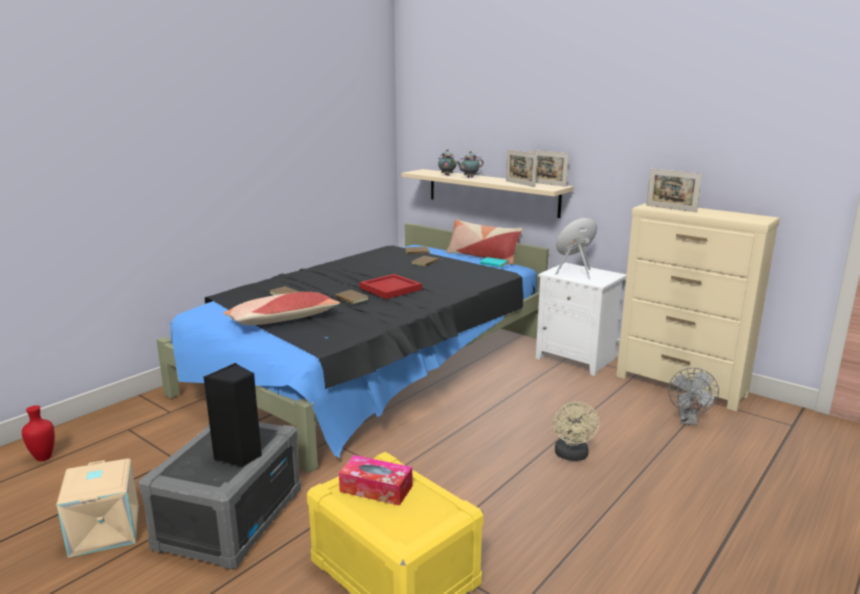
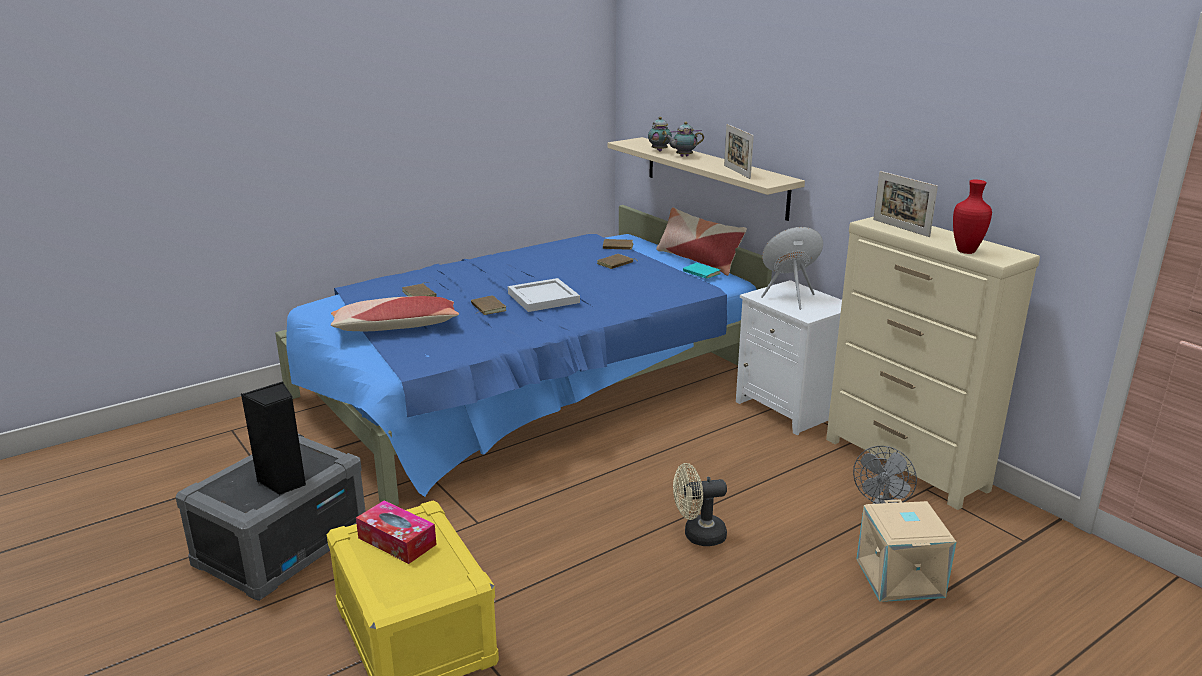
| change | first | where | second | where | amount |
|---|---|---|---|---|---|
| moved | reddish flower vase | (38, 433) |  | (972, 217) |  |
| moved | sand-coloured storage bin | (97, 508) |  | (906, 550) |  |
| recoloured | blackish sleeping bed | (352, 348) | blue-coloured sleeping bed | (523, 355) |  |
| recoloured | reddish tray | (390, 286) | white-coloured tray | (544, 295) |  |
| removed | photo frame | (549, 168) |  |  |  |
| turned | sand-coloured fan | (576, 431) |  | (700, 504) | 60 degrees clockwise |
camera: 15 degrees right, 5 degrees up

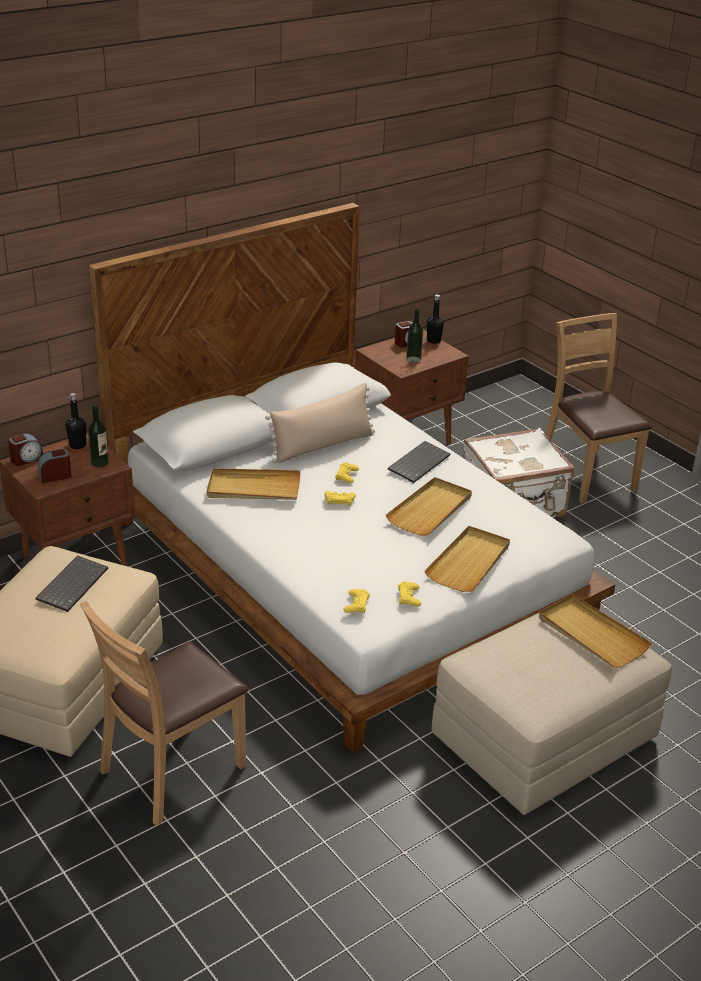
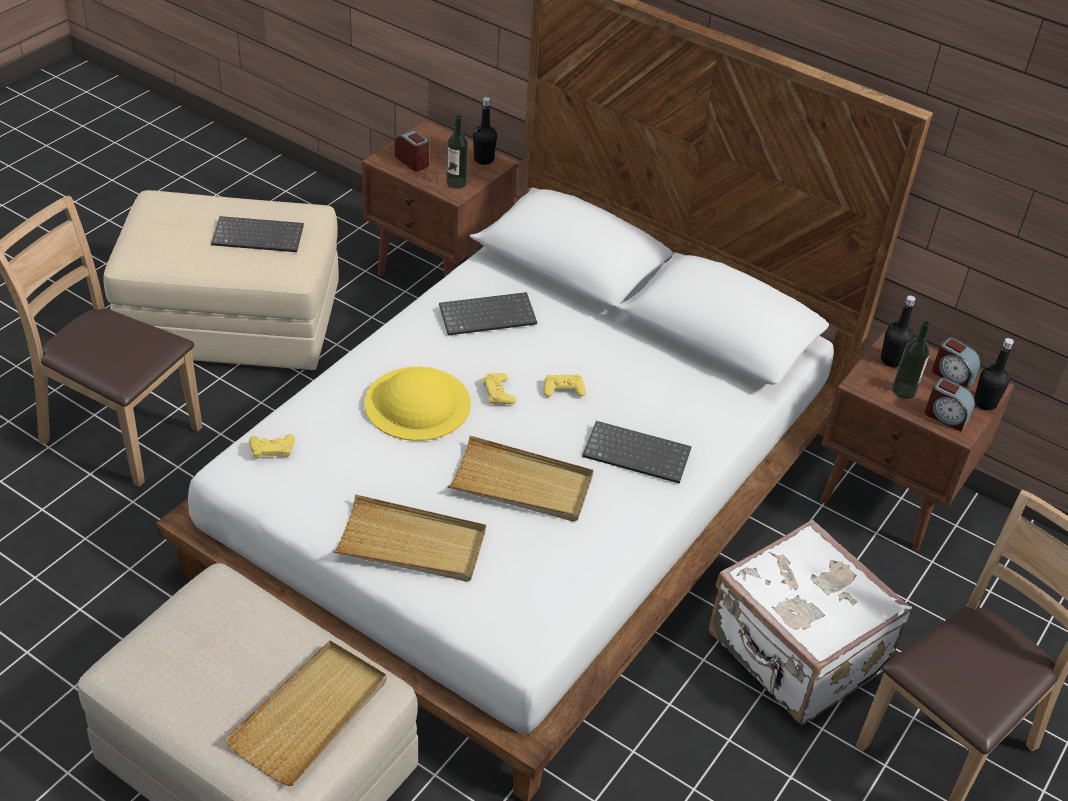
| change | first | where | second | where | amount |
|---|---|---|---|---|---|
| moved | alarm clock | (25, 449) |  | (950, 404) |  |
| replaced | sand-coloured tray | (254, 484) | keyboard | (488, 314) |  |
| removed | sand-coloured throw pillow | (320, 423) |  |  |  |
| removed | yellow game controller | (409, 594) |  |  |  |
| added |  |  | yellow clothing hat | (417, 404) |  |
| added |  |  | blackish bottle | (898, 331) |  |
camera: 70 degrees right, 10 degrees up

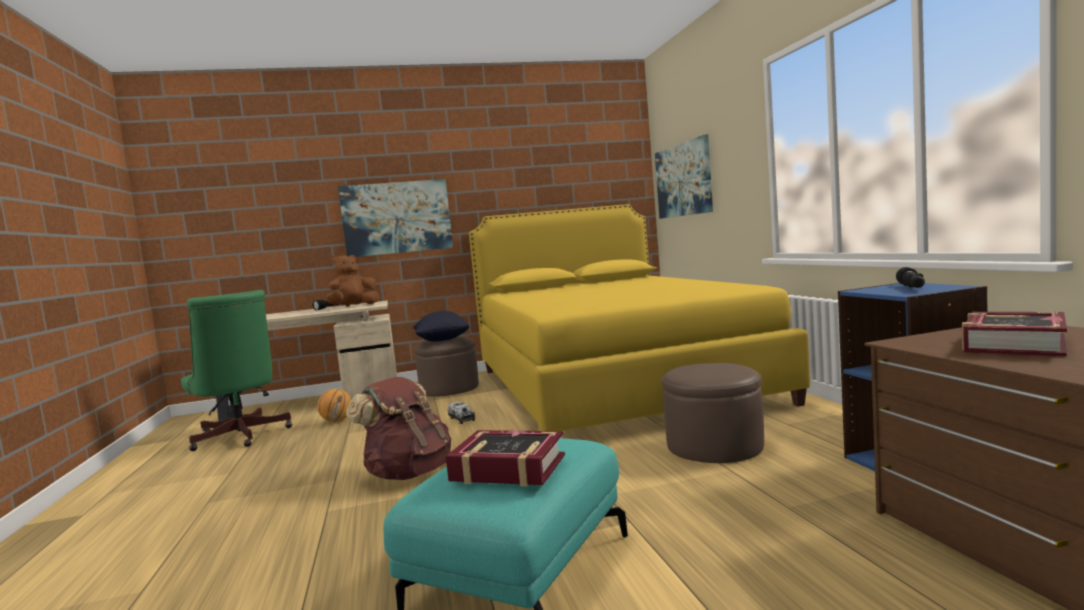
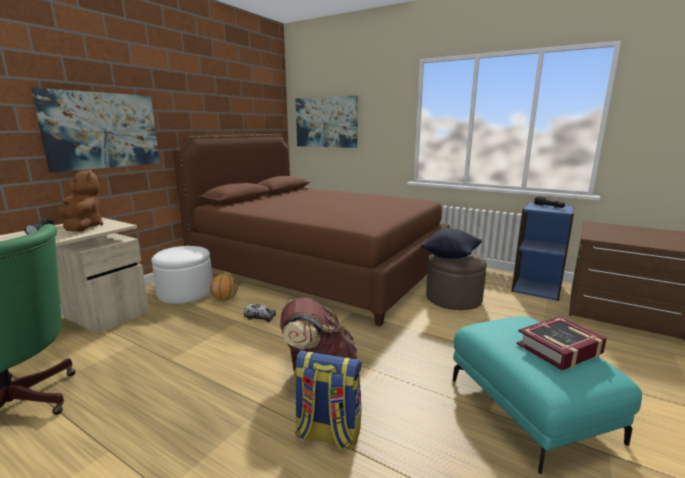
| change | first | where | second | where | amount |
|---|---|---|---|---|---|
| moved | ball for basketball | (334, 405) |  | (224, 287) |  |
| turned | brown-coloured cuddly toy | (353, 280) |  | (80, 200) | 135 degrees clockwise |
| moved | blackish throw pillow | (441, 326) |  | (451, 243) |  |
| recoloured | brown-coloured pouffe | (446, 367) | white-coloured pouffe | (182, 275) |  |
| recoloured | yellow sleeping bed | (639, 317) | brown-coloured sleeping bed | (311, 230) |  |
| removed | bound book | (1014, 334) |  |  |  |
| added |  |  | rucksack | (328, 400) |  |
camera: 45 degrees left, 10 degrees up

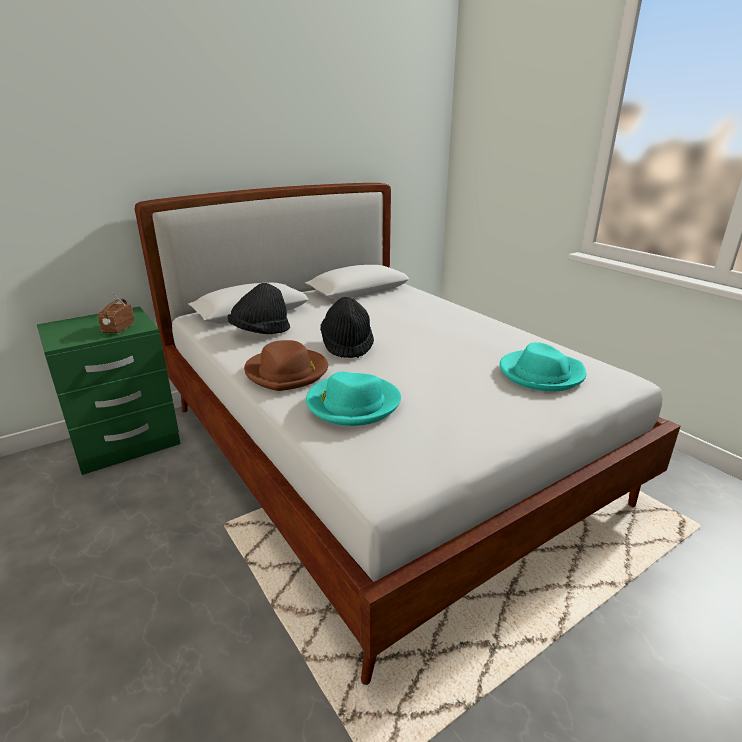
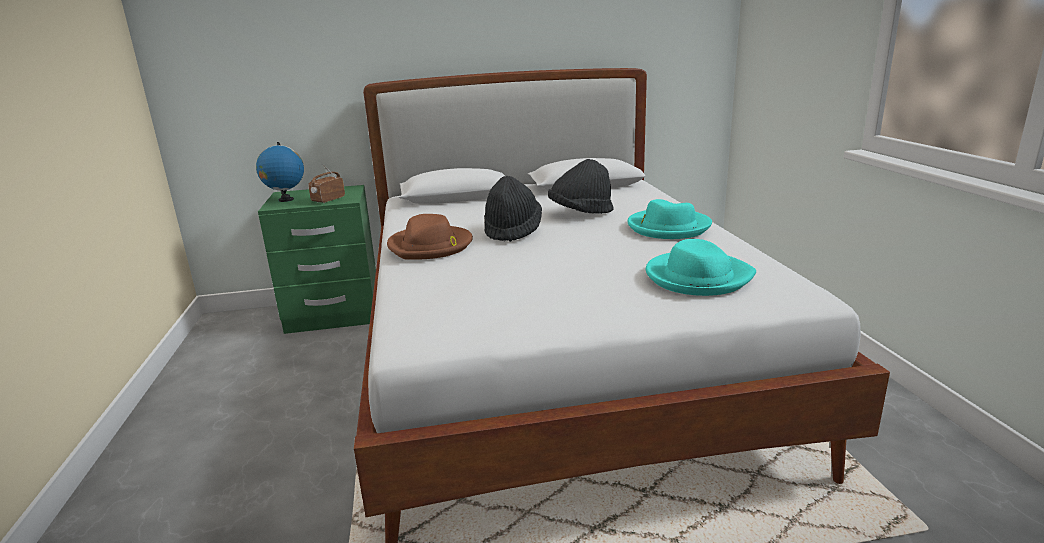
| change | first | where | second | where | amount |
|---|---|---|---|---|---|
| moved | blackish clothing hat | (259, 308) |  | (581, 186) |  |
| moved | turquoise-coloured clothing hat | (353, 399) |  | (669, 219) |  |
| added |  |  | world globe | (280, 172) |  |
camera: 25 degrees right, 5 degrees down

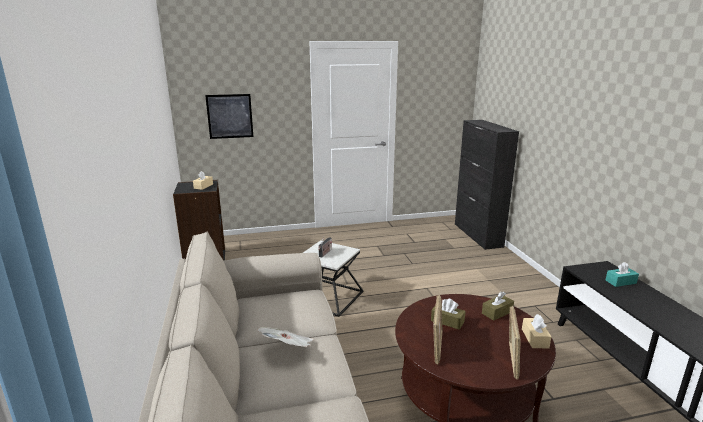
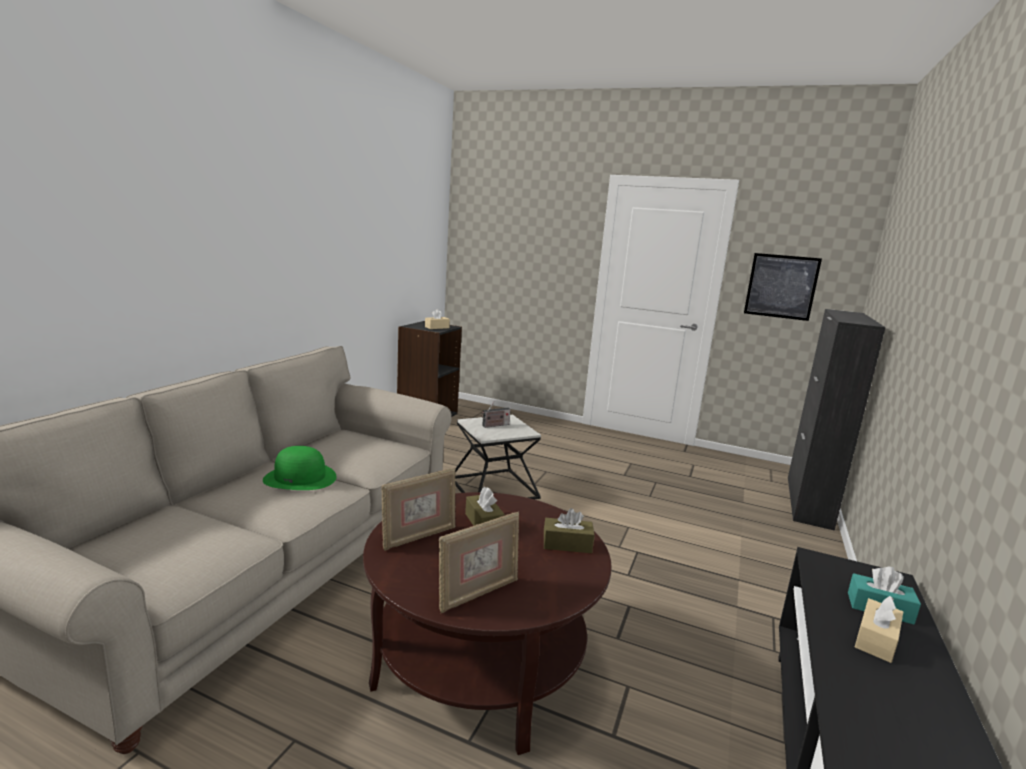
| change | first | where | second | where | amount |
|---|---|---|---|---|---|
| moved | wall picture | (229, 116) |  | (783, 287) |  |
| replaced | printed paper | (286, 337) | greenish clothing hat | (300, 468) |  |
| moved | sand-coloured box of tissues | (536, 331) |  | (879, 629) |  |
camera: 35 degrees right, 5 degrees down

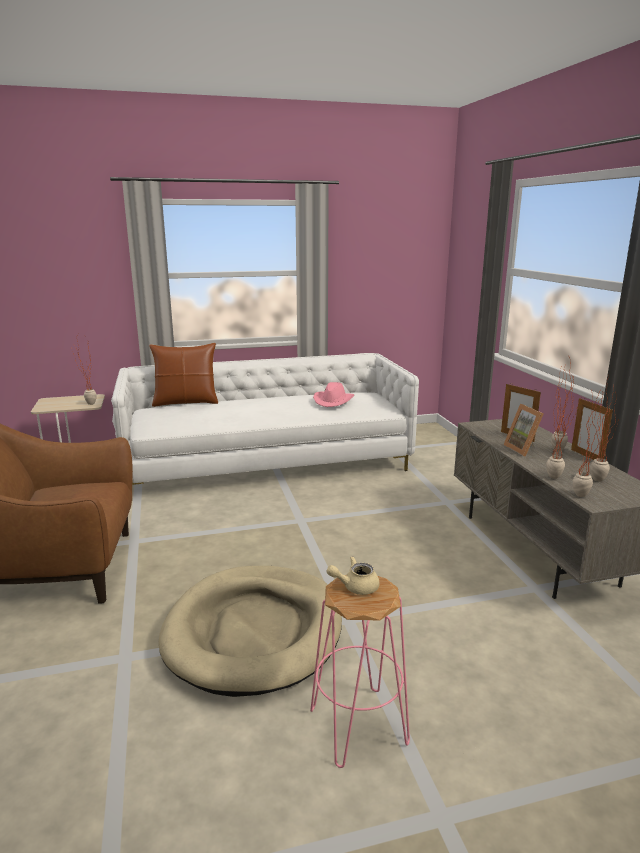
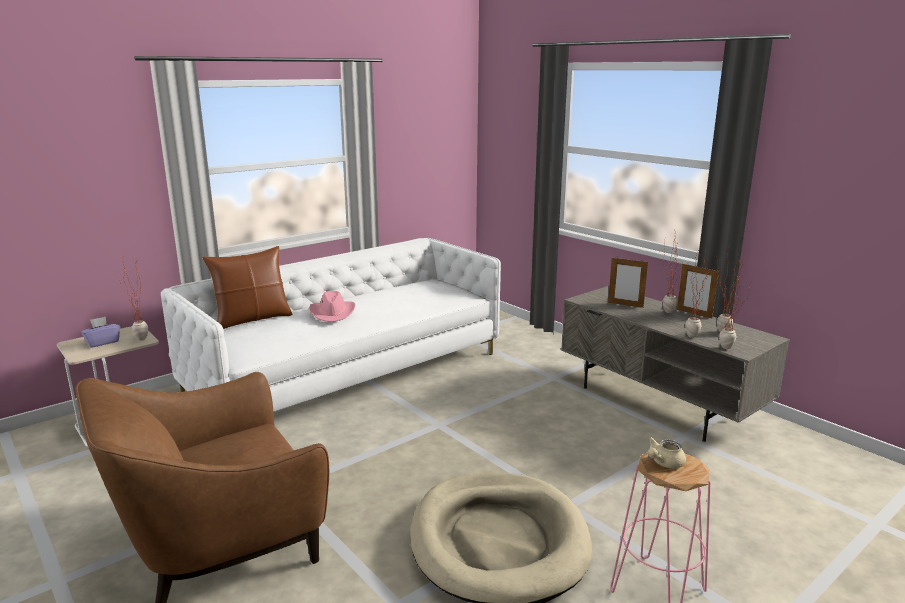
| change | first | where | second | where | amount |
|---|---|---|---|---|---|
| moved | pinkish clothing hat | (333, 394) |  | (332, 306) |  |
| removed | photo frame | (523, 430) |  |  |  |
| added |  |  | purple box of tissues | (100, 332) |  |
camera: 25 degrees left, 0 degrees up

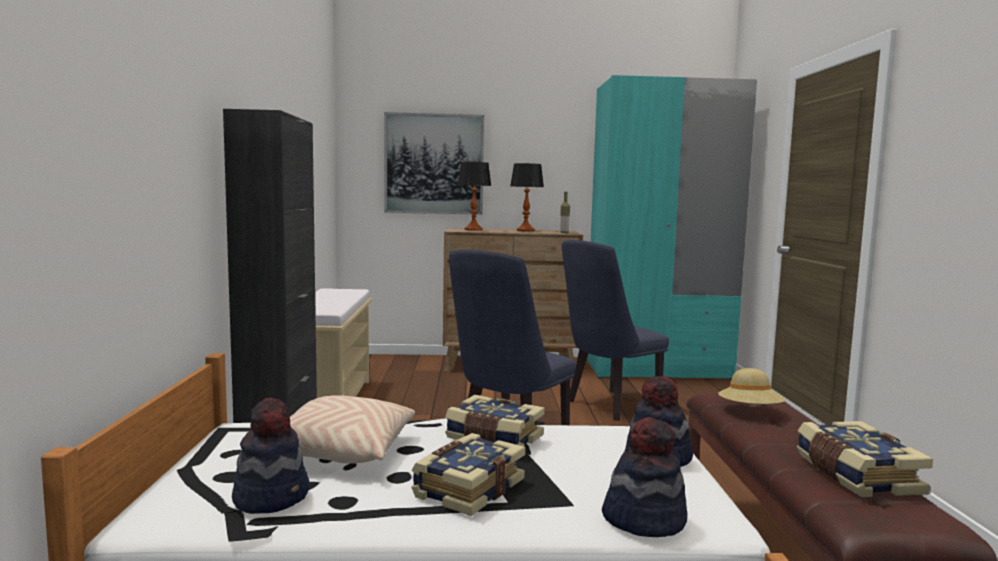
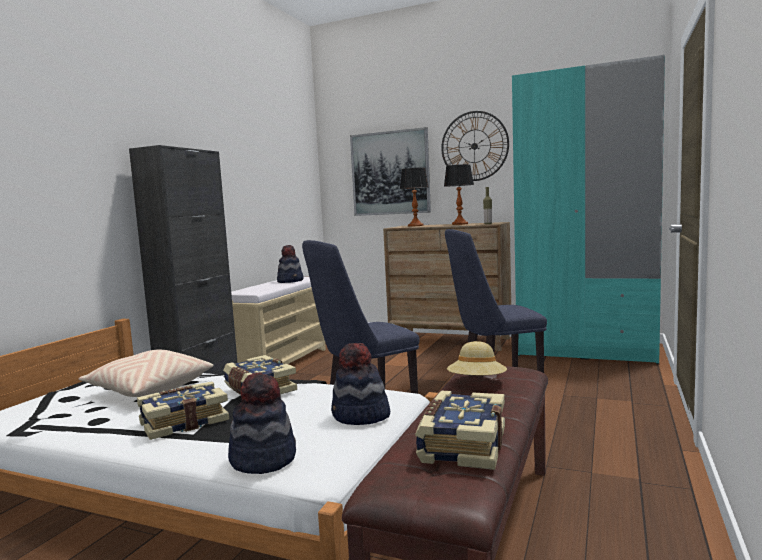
| change | first | where | second | where | amount |
|---|---|---|---|---|---|
| moved | clothing hat | (270, 455) |  | (290, 264) |  |
| added |  |  | hanging clock | (475, 146) |  |
camera: 25 degrees right, 0 degrees up

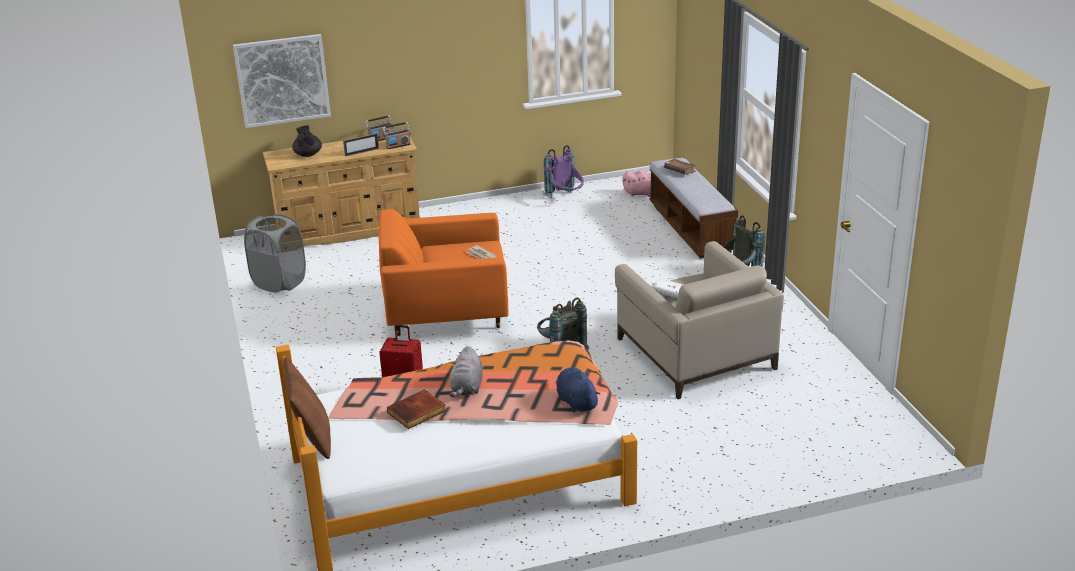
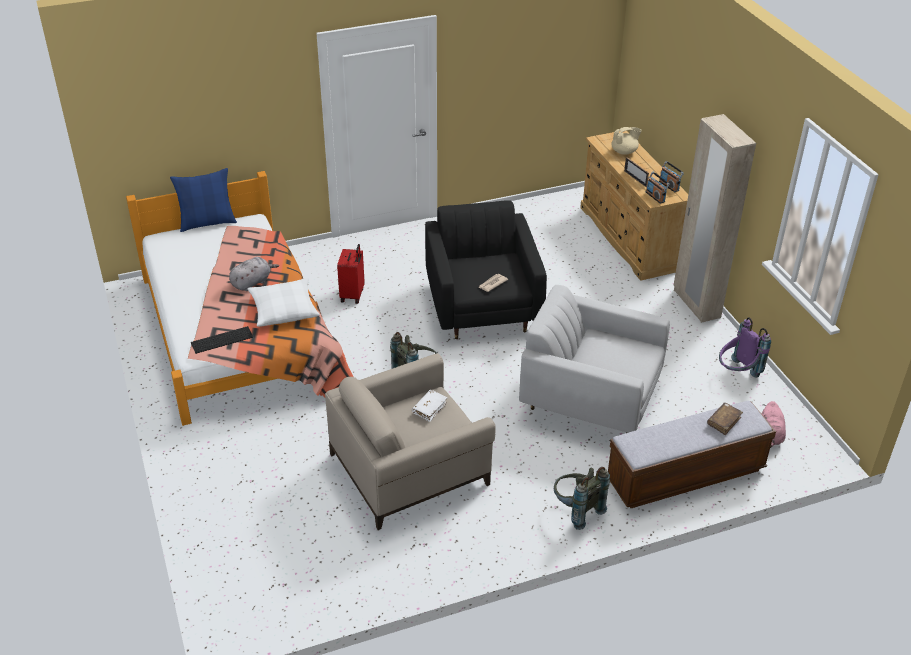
| change | first | where | second | where | amount |
|---|---|---|---|---|---|
| removed | wall picture | (282, 81) |  |  |  |
| removed | gray washing basket | (275, 253) |  |  |  |
| recoloured | brown-coloured throw pillow | (307, 408) | blue-coloured throw pillow | (203, 200) |  |
| recoloured | blackish pot for tea | (307, 141) | sand-coloured pot for tea | (626, 141) |  |
| recoloured | orange easy chair | (444, 272) | blackish easy chair | (486, 269) |  |
| removed | bound book | (416, 409) |  |  |  |
| turned | gray cuddly toy | (466, 371) |  | (254, 274) | 135 degrees clockwise |
| replaced | blue-coloured cuddly toy | (578, 390) | keyboard | (222, 340) |  |
| added |  |  | white-coloured throw pillow | (283, 302) |  |
| added |  |  | white-coloured easy chair | (594, 359) |  |
| added |  |  | sand-coloured armoire | (714, 218) |  |
camera: 85 degrees right, 10 degrees up

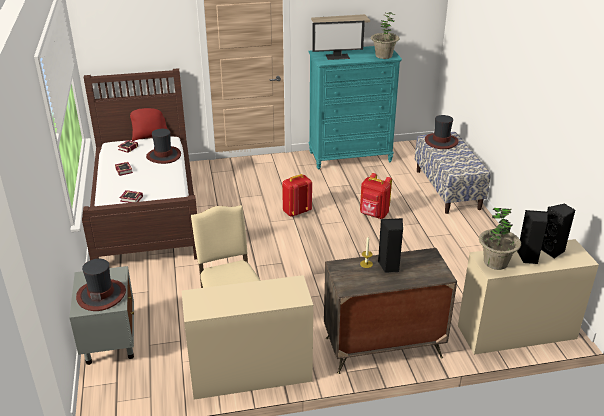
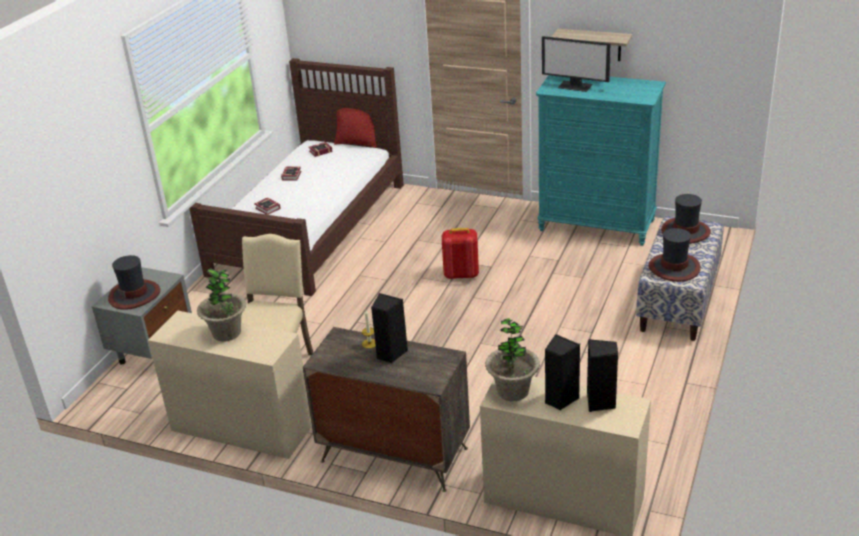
| change | first | where | second | where | amount |
|---|---|---|---|---|---|
| moved | clothing hat | (163, 146) |  | (674, 255) |  |
| removed | reddish rucksack | (376, 196) |  |  |  |
| moved | houseplant | (385, 35) |  | (221, 305) |  |
camera: 35 degrees right, 0 degrees up

